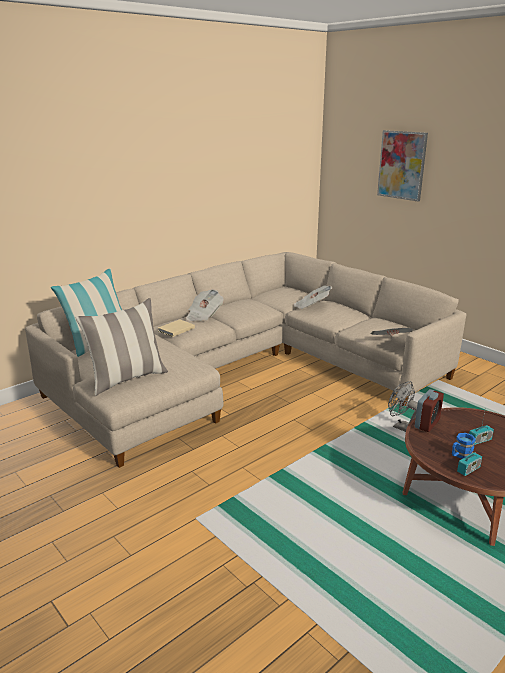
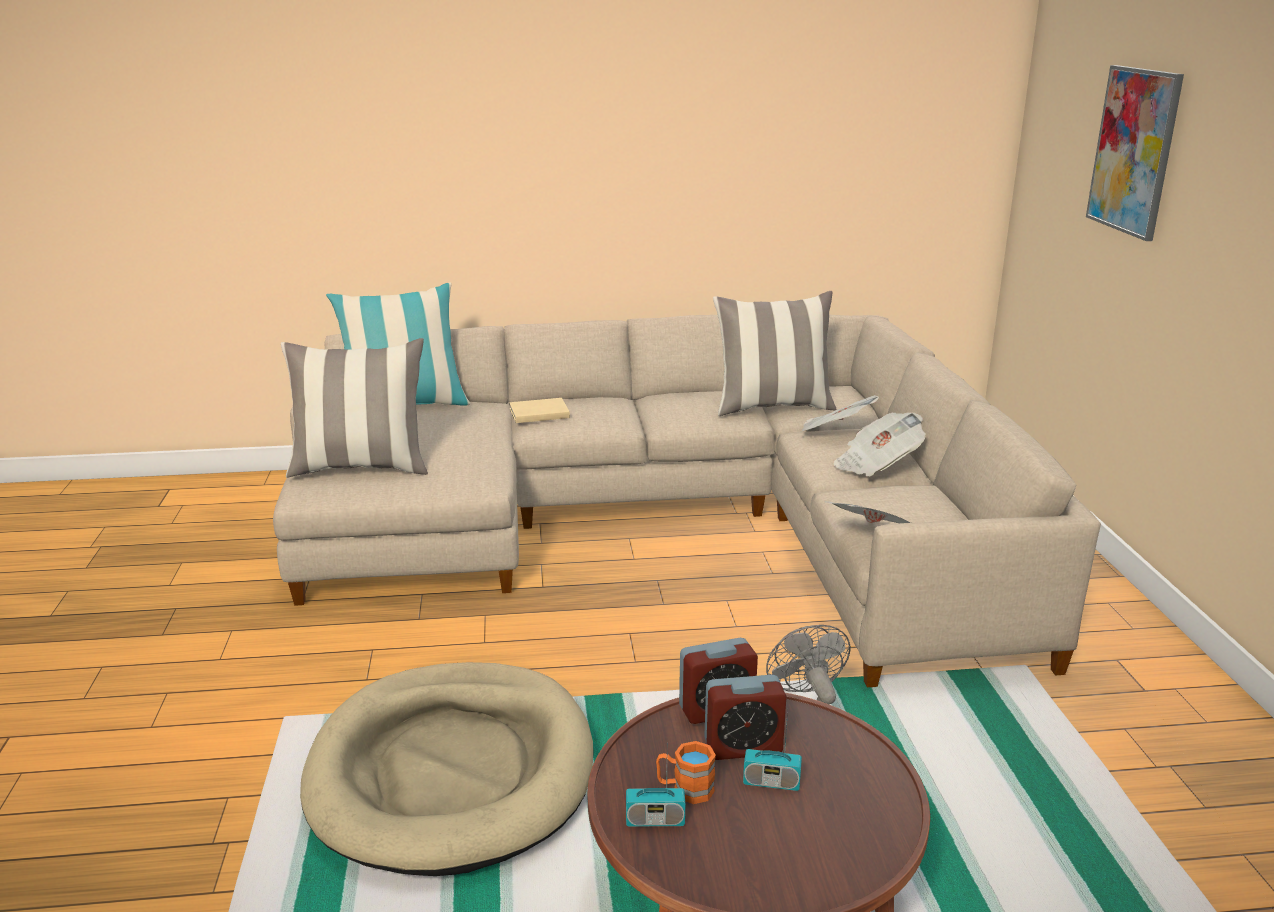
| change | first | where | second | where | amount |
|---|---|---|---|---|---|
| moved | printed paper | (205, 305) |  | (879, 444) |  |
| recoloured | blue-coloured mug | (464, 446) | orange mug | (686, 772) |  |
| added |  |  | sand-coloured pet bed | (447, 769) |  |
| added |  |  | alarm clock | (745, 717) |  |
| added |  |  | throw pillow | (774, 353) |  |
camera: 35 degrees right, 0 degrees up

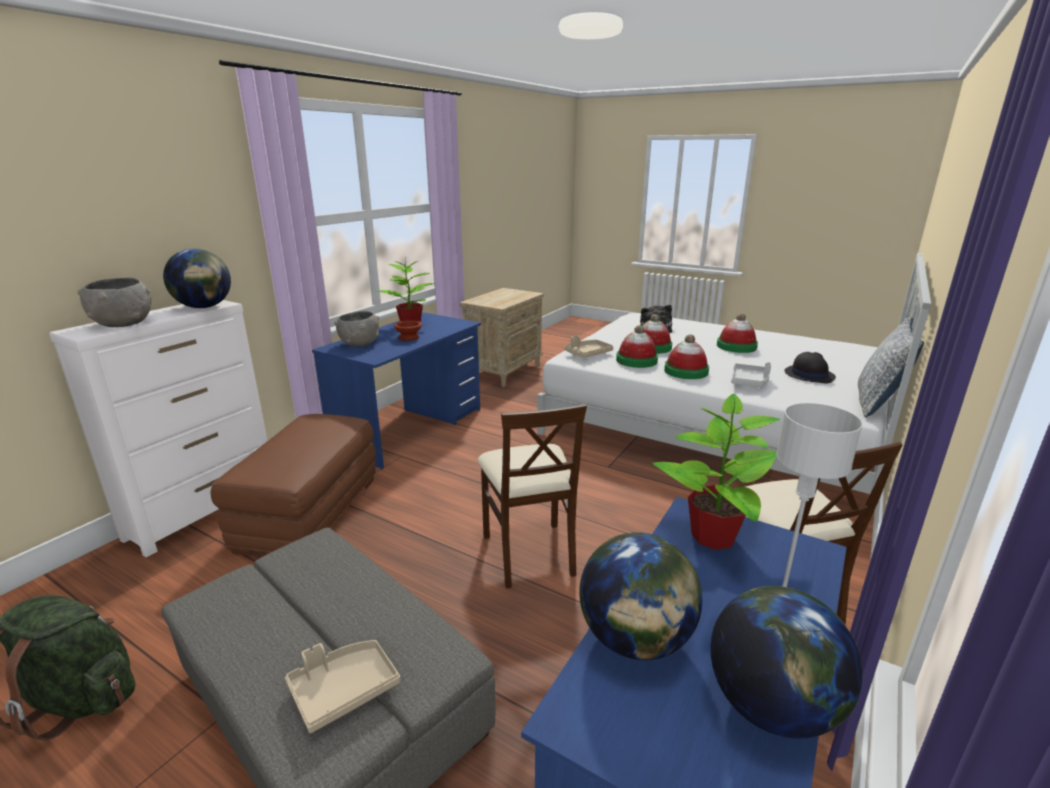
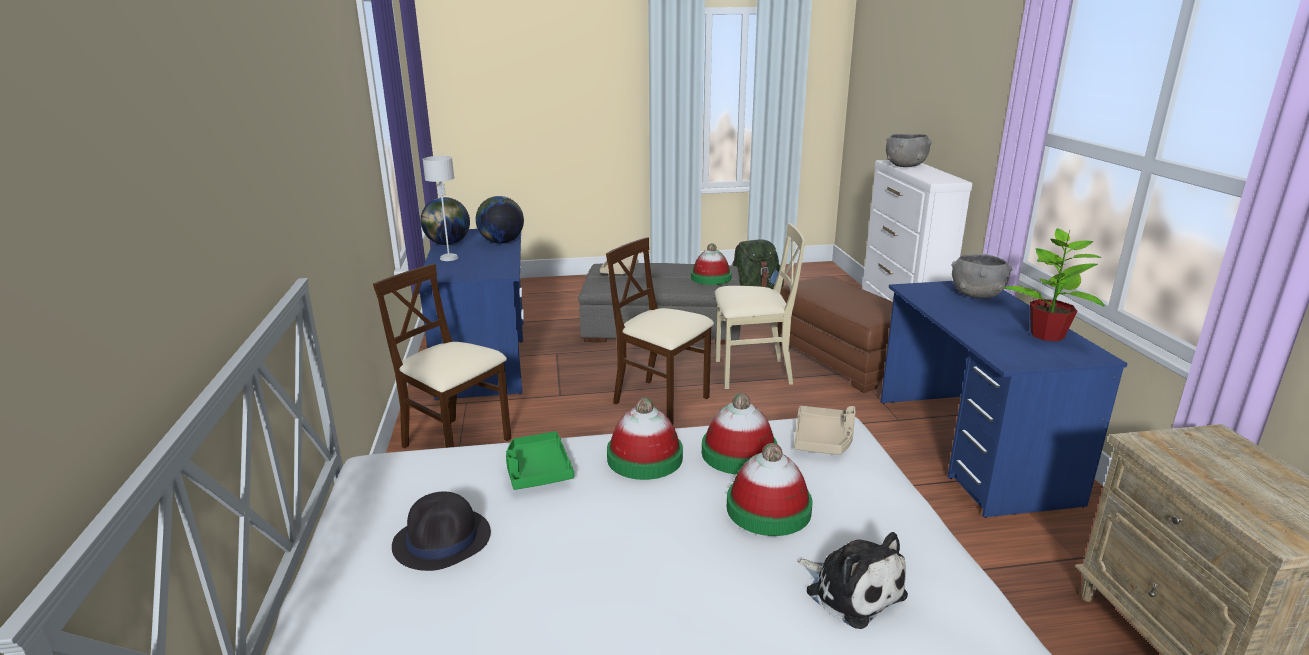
| change | first | where | second | where | amount |
|---|---|---|---|---|---|
| removed | world globe | (197, 278) |  |  |  |
| removed | brown-coloured serving bowl | (408, 330) |  |  |  |
| removed | houseplant | (716, 472) |  |  |  |
| moved | clothing hat | (737, 333) |  | (711, 264) |  |
| recoloured | gray tray | (751, 374) | greenish tray | (540, 460) |  |
| removed | throw pillow | (891, 367) |  |  |  |
| added |  |  | sand-coloured chair | (760, 306) |  |
camera: 140 degrees right, 0 degrees up

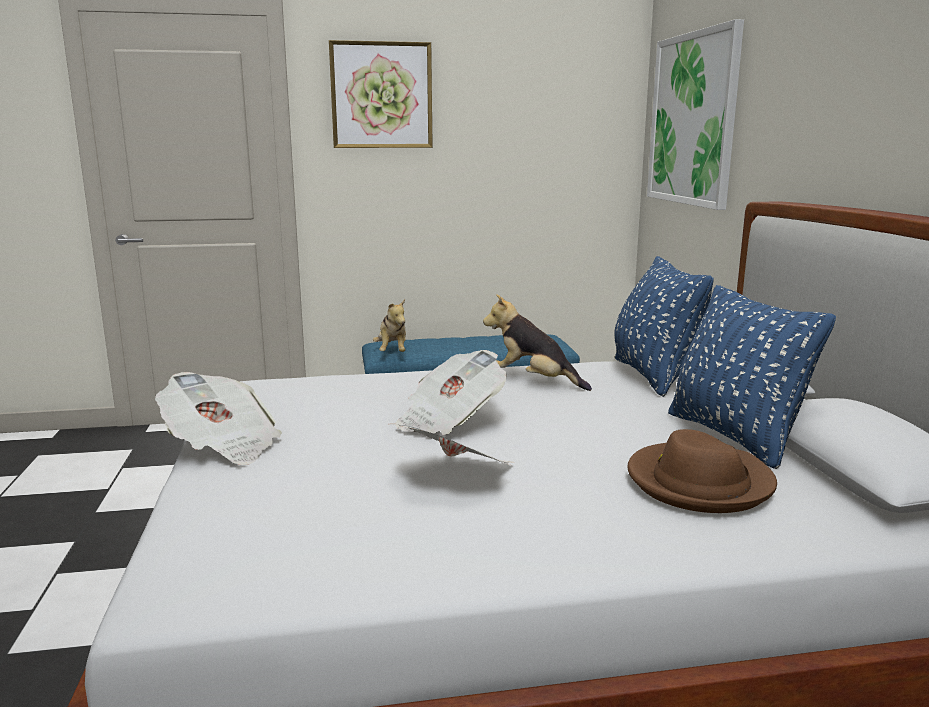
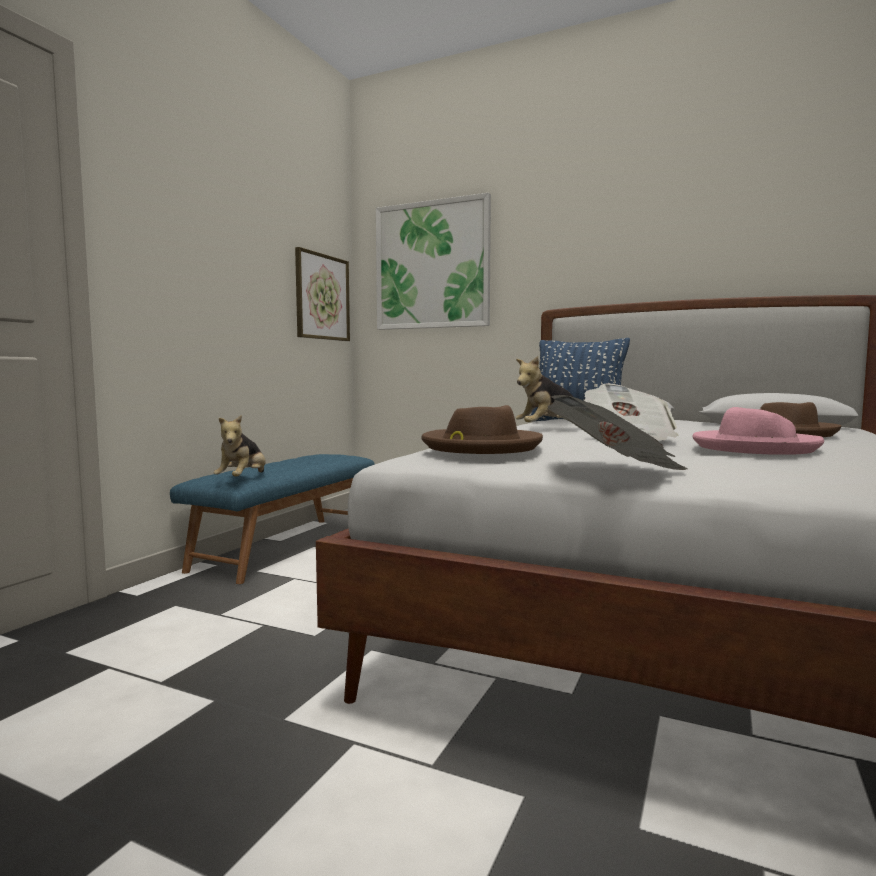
| change | first | where | second | where | amount |
|---|---|---|---|---|---|
| moved | wall picture | (381, 94) |  | (322, 294) |  |
| turned | cuddly toy | (389, 325) |  | (239, 446) | 75 degrees clockwise |
| replaced | printed paper | (452, 444) | pinkish clothing hat | (758, 431) |  |
| removed | blue-coloured throw pillow | (752, 377) |  |  |  |
| added |  |  | brown-coloured clothing hat | (482, 429) |  |
camera: 55 degrees left, 10 degrees down

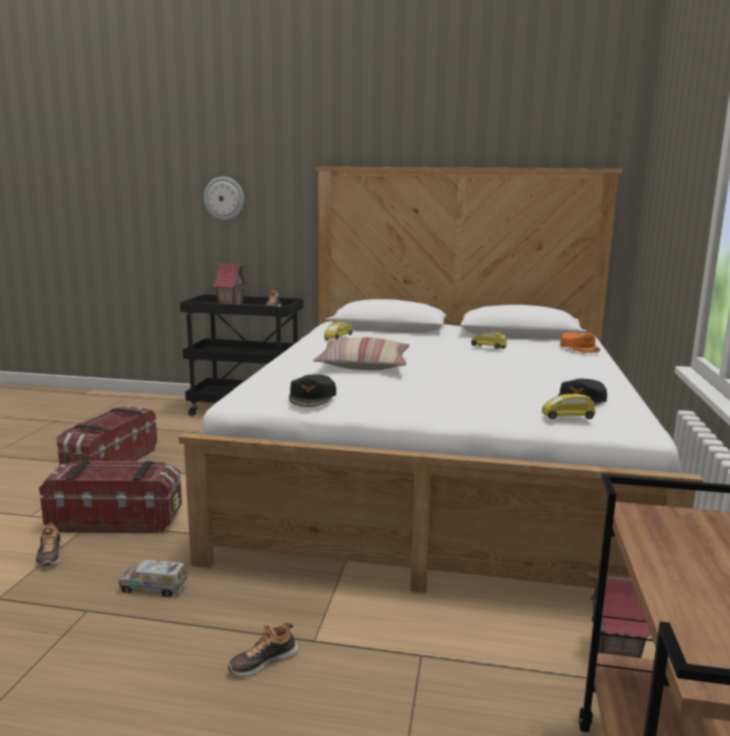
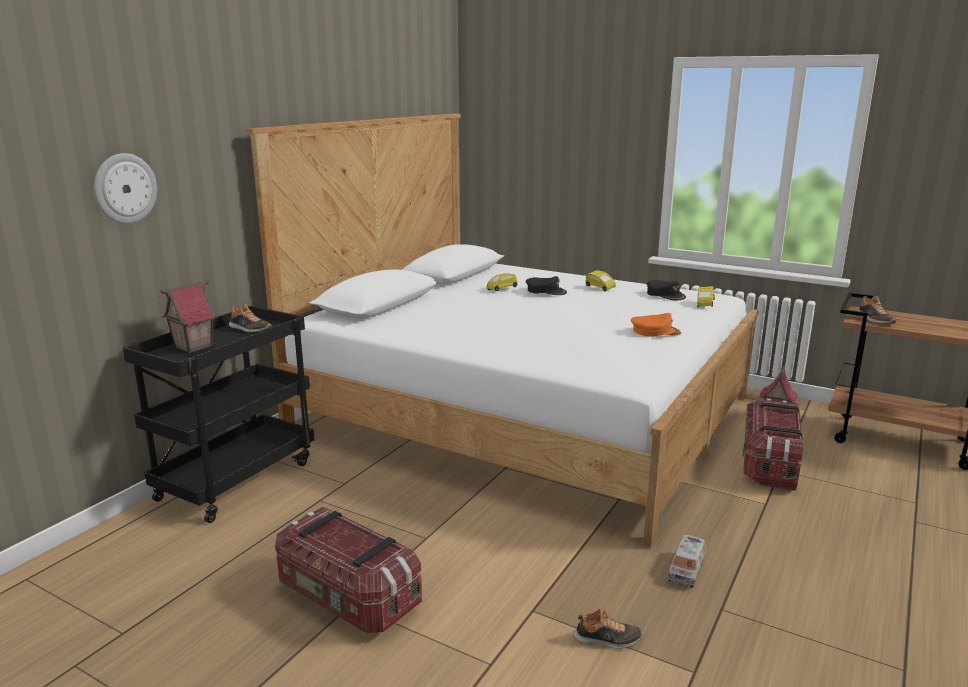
| change | first | where | second | where | amount |
|---|---|---|---|---|---|
| moved | storage bin | (110, 497) |  | (773, 444) |  |
| moved | shoe | (263, 649) |  | (876, 310) |  |
| moved | blackish peaked cap | (312, 390) |  | (546, 285) |  |
| removed | throw pillow | (361, 353) |  |  |  |
| moved | yellow toy car | (338, 331) |  | (601, 280) |  |
| moved | orange peaked cap | (580, 342) |  | (656, 325) |  |
camera: 70 degrees left, 5 degrees up

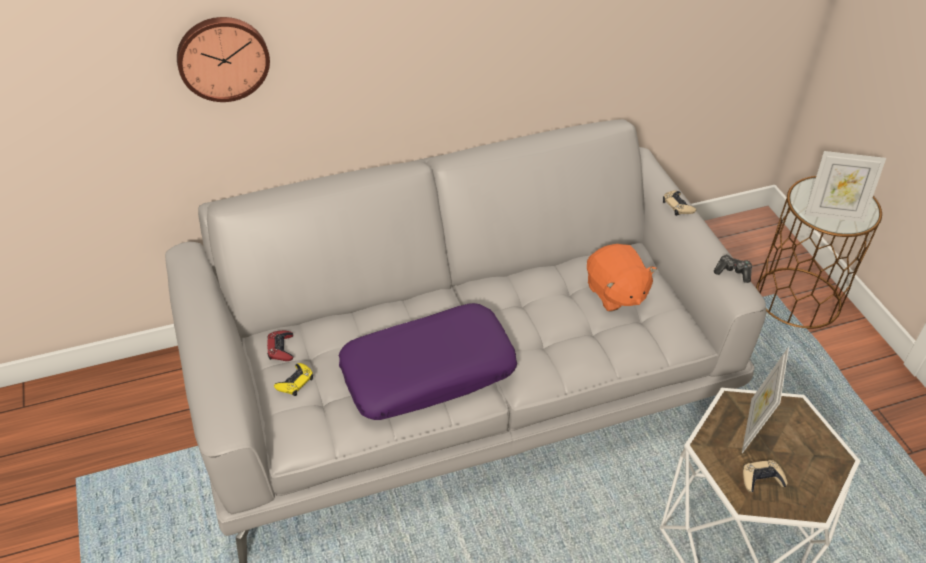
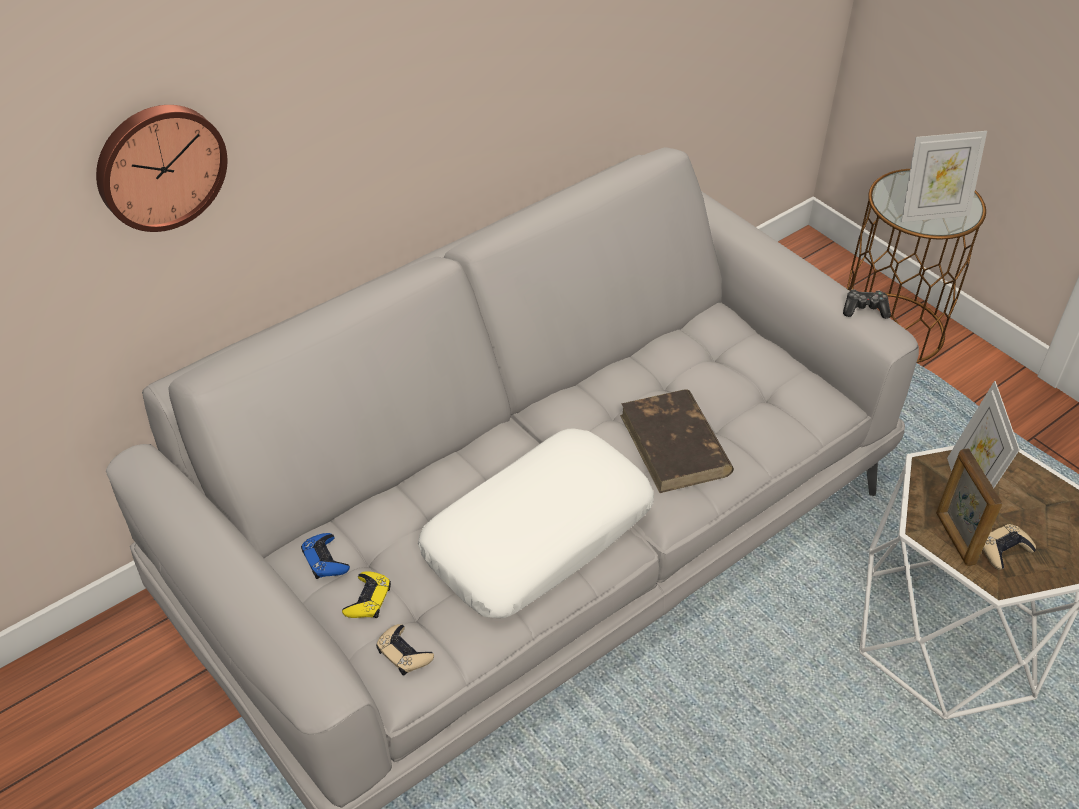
| change | first | where | second | where | amount |
|---|---|---|---|---|---|
| recoloured | reddish game controller | (280, 346) | blue-coloured game controller | (325, 556) |  |
| recoloured | purple throw pillow | (428, 361) | white-coloured throw pillow | (536, 523) |  |
| removed | orange cuddly toy | (622, 277) |  |  |  |
| moved | sand-coloured game controller | (679, 203) |  | (405, 650) |  |
| added |  |  | brown-coloured bound book | (677, 441) |  |
| added |  |  | photo frame | (969, 507) |  |
camera: 20 degrees left, 0 degrees up

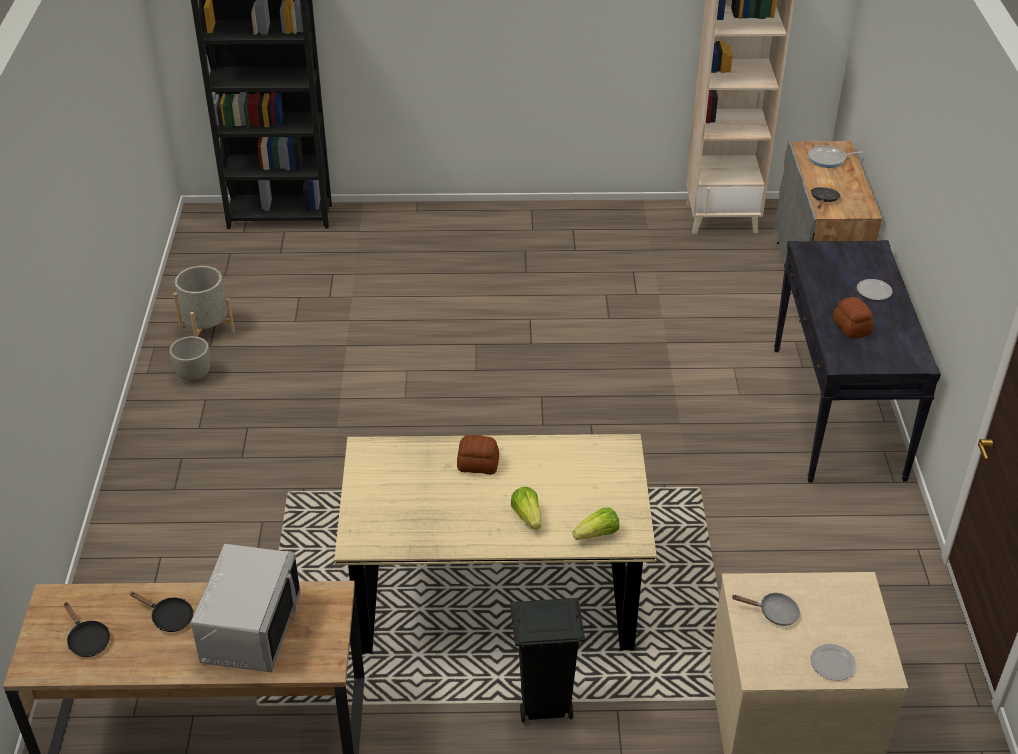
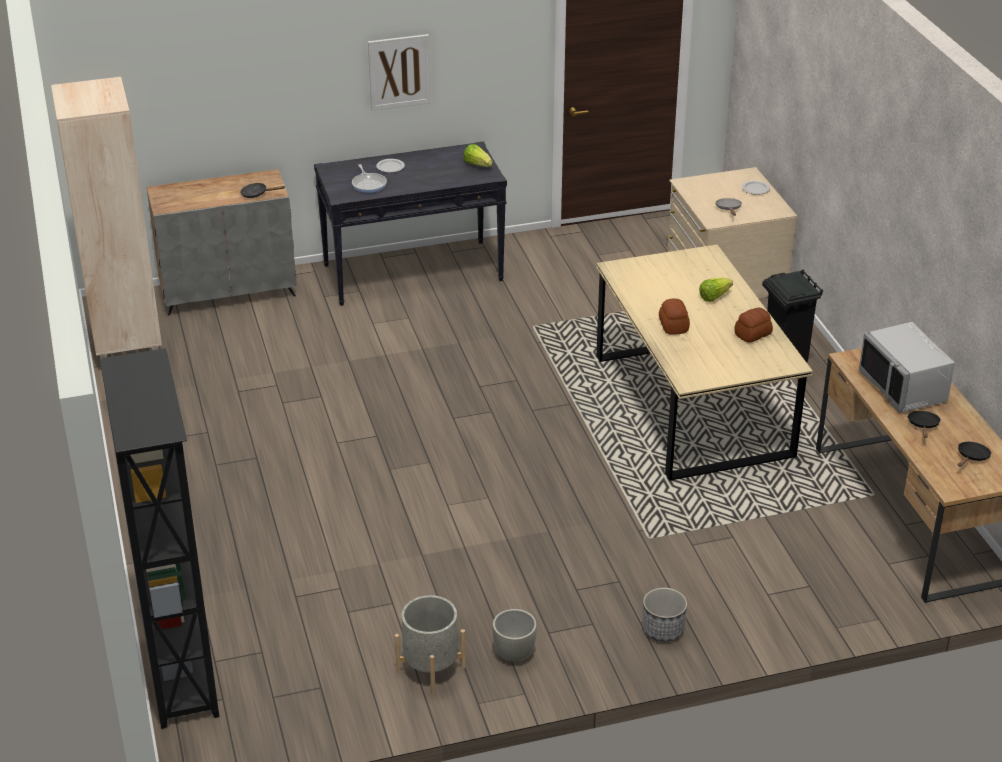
| change | first | where | second | where | amount |
|---|---|---|---|---|---|
| turned | gray microwave | (246, 608) |  | (907, 367) | 105 degrees counterclockwise |
| moved | lettuce | (596, 524) |  | (478, 155) |  |
| moved | pan | (836, 156) |  | (369, 178) |  |
| moved | bread | (853, 318) |  | (753, 325) |  |
| added |  |  | wall picture | (399, 72) |  |
| added |  |  | plant pot | (664, 615) |  |
camera: 105 degrees left, 5 degrees down

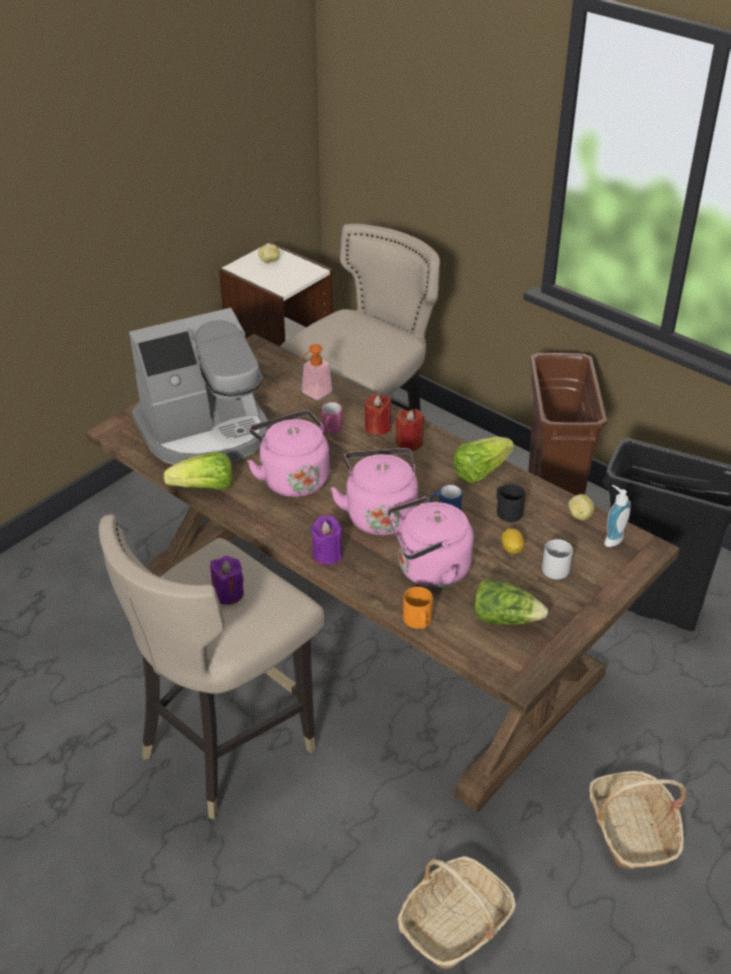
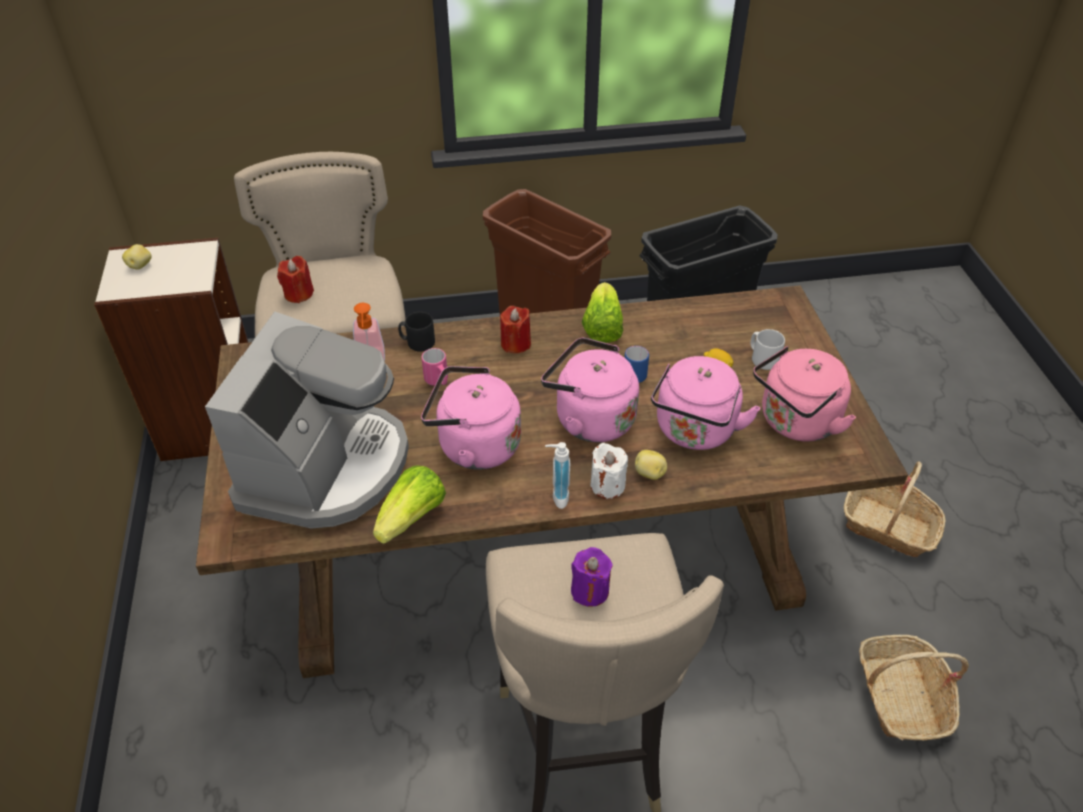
| change | first | where | second | where | amount |
|---|---|---|---|---|---|
| recoloured | purple candle | (326, 540) | white-coloured candle | (609, 471) |  |
| moved | reddish candle | (378, 414) |  | (295, 279) |  |
| removed | orange mug | (418, 608) |  |  |  |
| replaced | lettuce | (511, 602) | pinkish water kettle | (804, 393) |  |
| moved | blackish mug | (510, 503) |  | (416, 332) |  |
| moved | whole potato | (581, 507) |  | (651, 465) |  |
| moved | soap bottle | (617, 516) |  | (557, 475) |  |
camera: 50 degrees left, 5 degrees up

